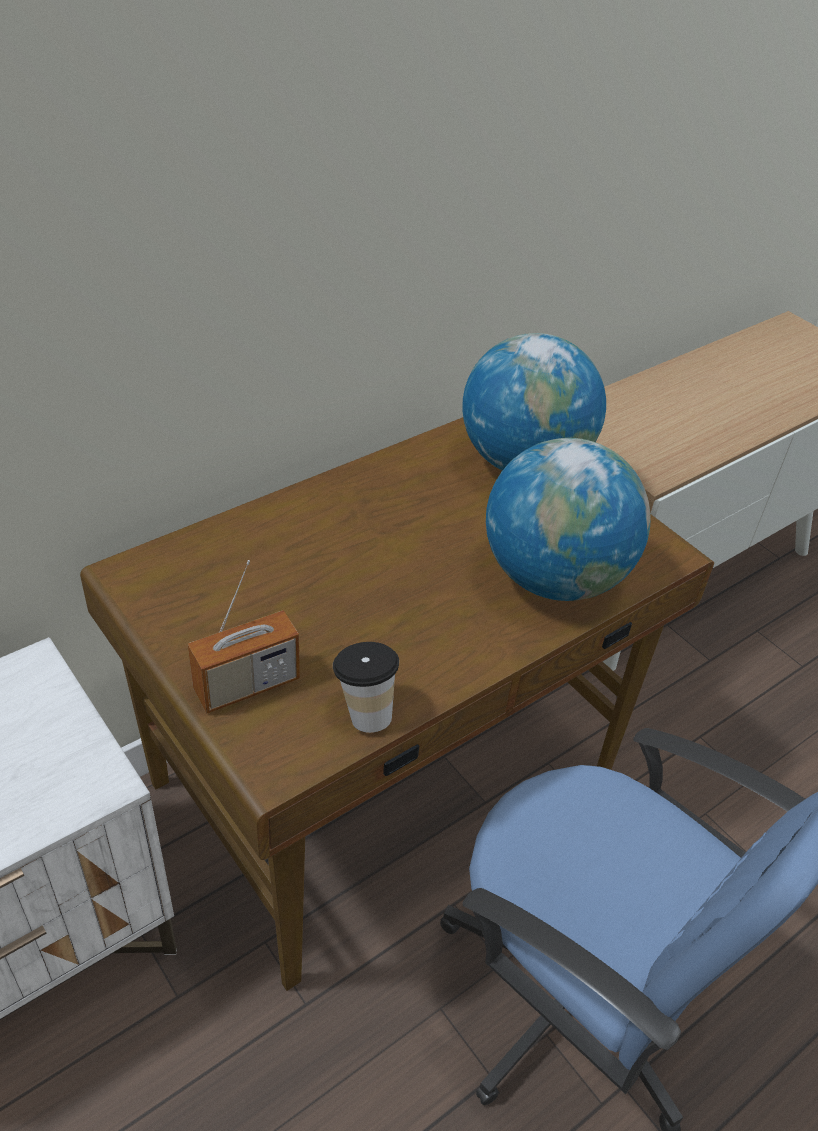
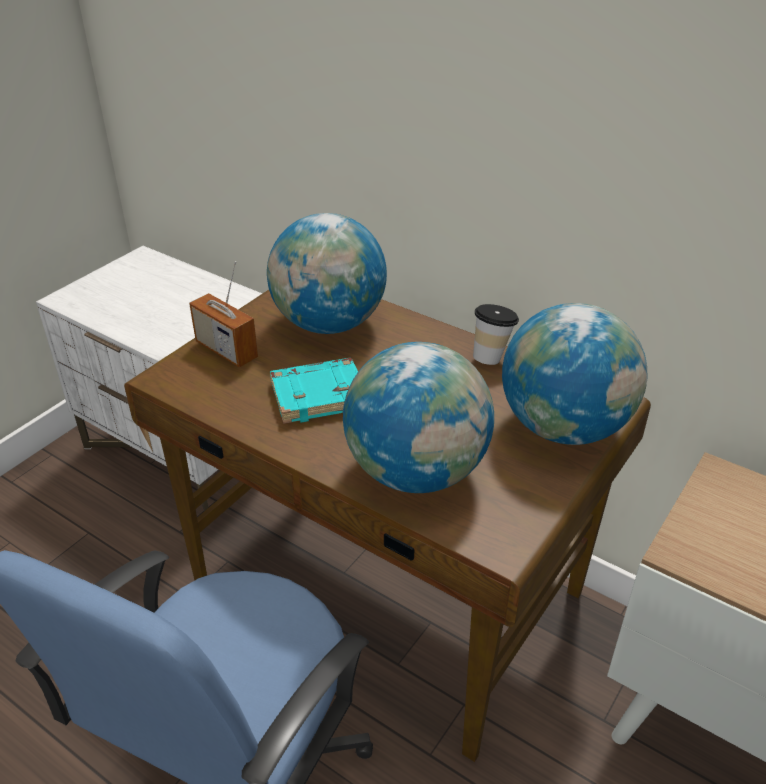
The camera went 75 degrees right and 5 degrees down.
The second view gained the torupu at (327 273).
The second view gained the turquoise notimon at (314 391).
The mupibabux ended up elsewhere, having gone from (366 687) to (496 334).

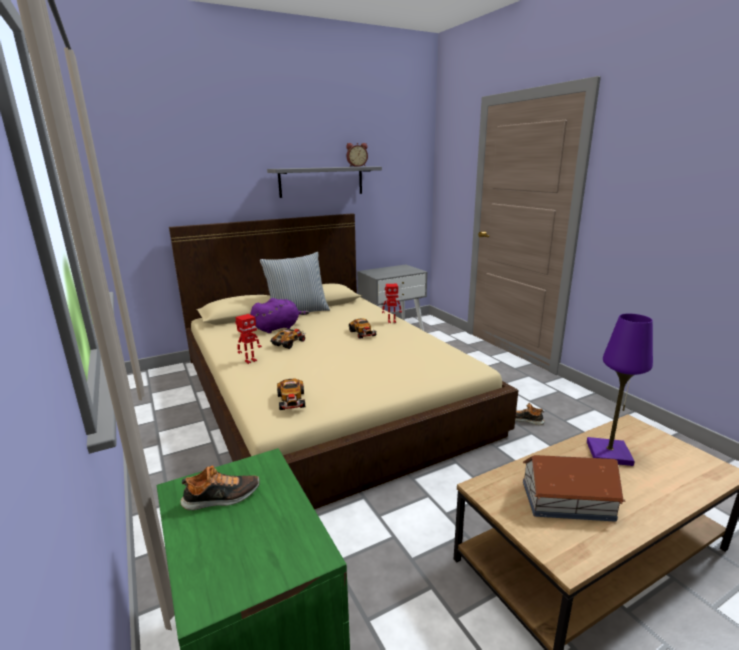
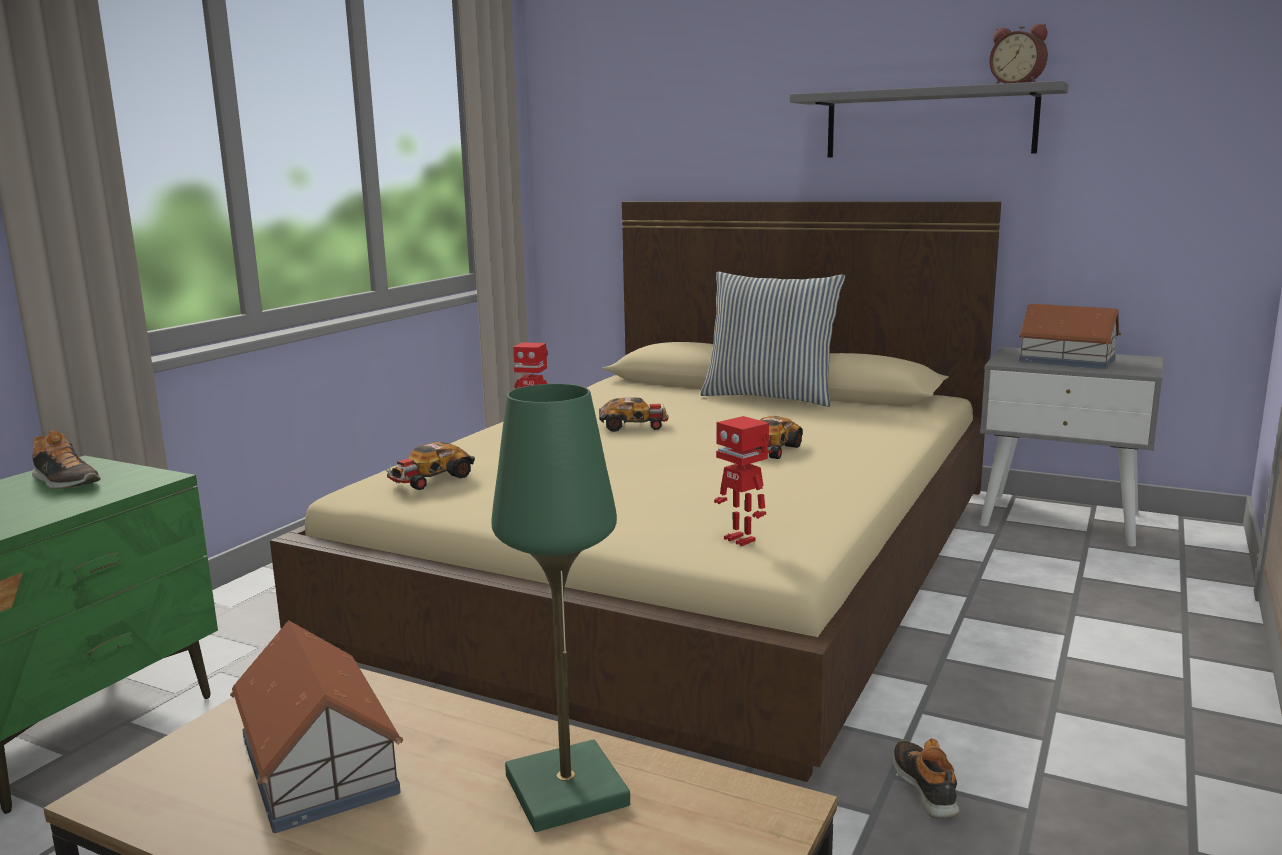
The camera went 55 degrees right and 5 degrees down.
The second view lost the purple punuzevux at (279 315).
The second view gained the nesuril at (1070 336).
The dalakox ended up elsewhere, having gone from (392 303) to (741 481).
What was the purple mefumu at (620 390) turned into the green mefumu at (560 608).

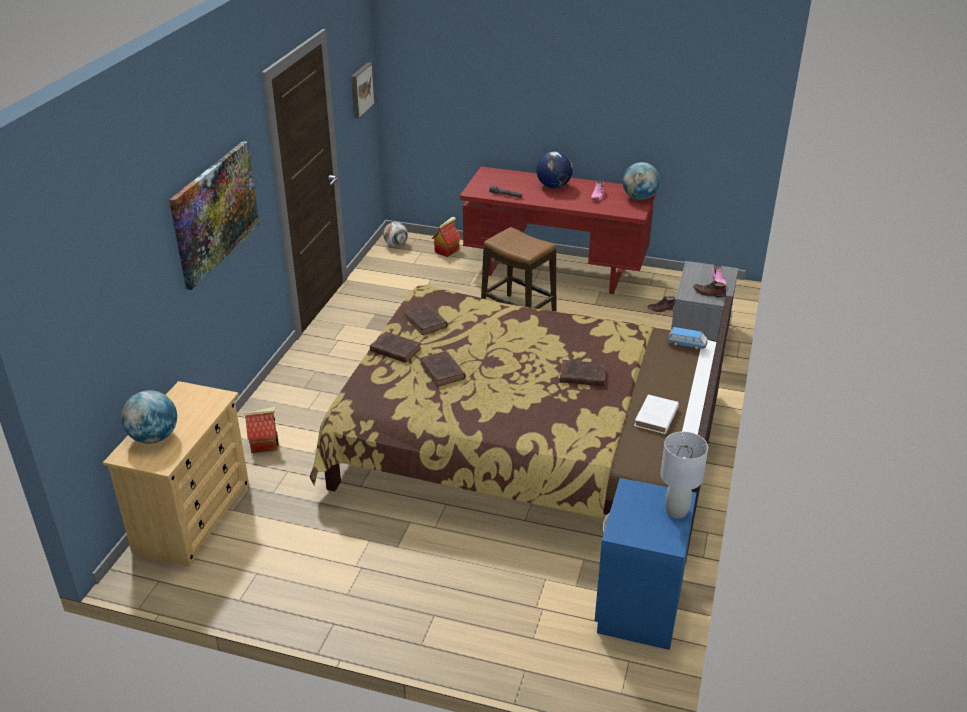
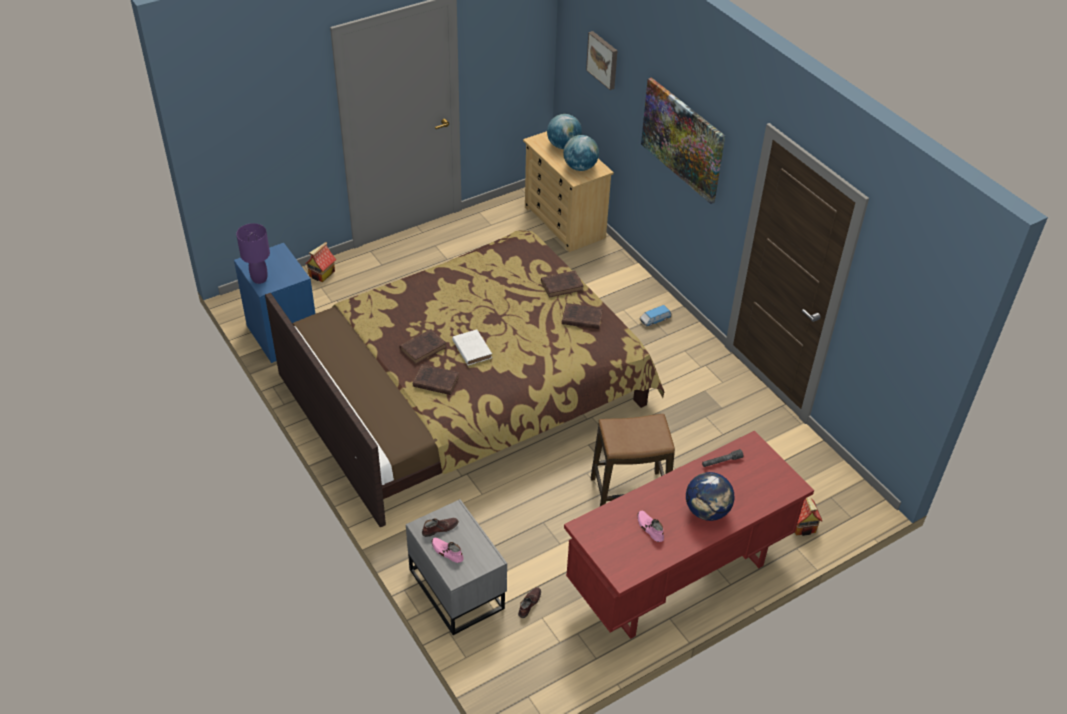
The camera went 130 degrees right and 10 degrees up.
The second view lost the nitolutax at (395 234).
The nesuril ended up elsewhere, having gone from (260 430) to (320 262).
The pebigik ended up elsewhere, having gone from (363 90) to (601 60).
The brown notimon ended up elsewhere, having gone from (443 369) to (436 379).
The torupu ended up elsewhere, having gone from (641 181) to (581 153).
The white notimon ended up elsewhere, having gone from (656 414) to (472 347).
The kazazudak ended up elsewhere, having gone from (687 338) to (655 315).
What was the grey mefumu at (684 475) turned into the purple mefumu at (253 253).

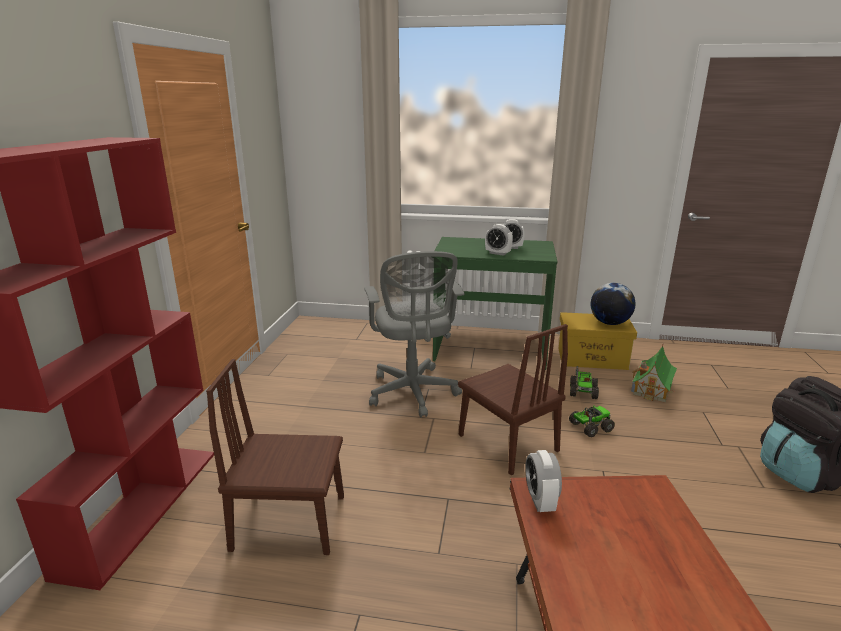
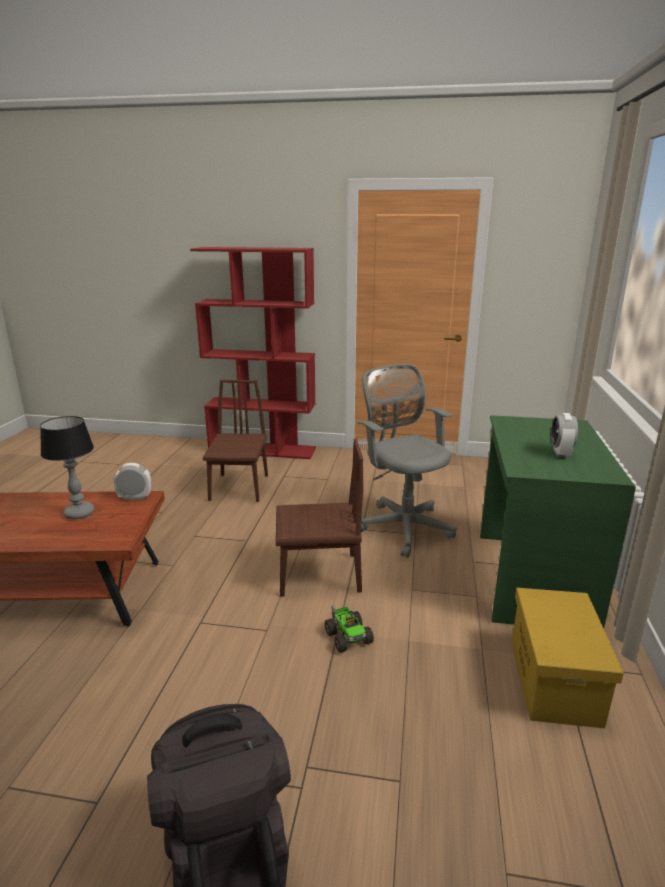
The camera went 90 degrees right and 0 degrees up.
The second view lost the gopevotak at (499 240).
The second view lost the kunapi at (584 382).
The second view lost the torupu at (613 304).
The second view lost the nesuril at (654 374).
The second view gained the mefumu at (67 467).
The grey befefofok at (414 334) ended up facing another way, 75 degrees clockwise from before.
The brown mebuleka at (513 399) ended up facing another way, 150 degrees counterclockwise from before.

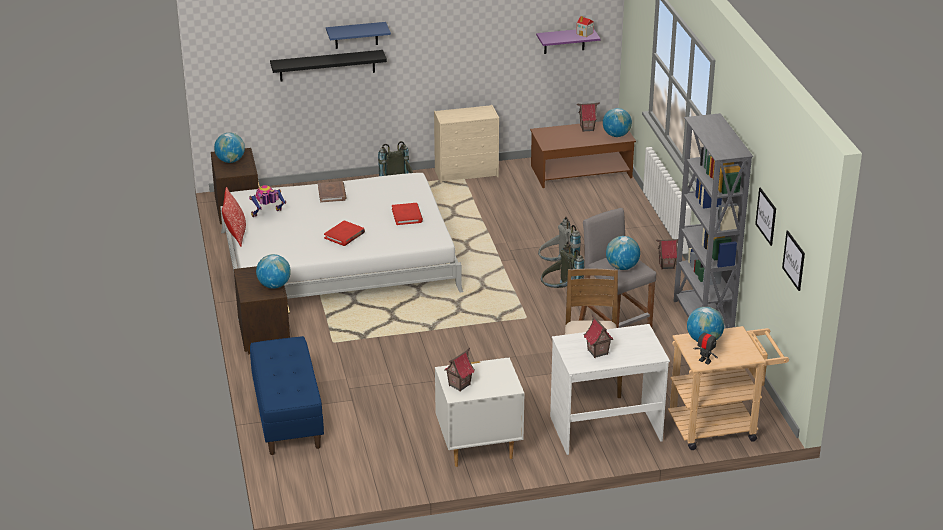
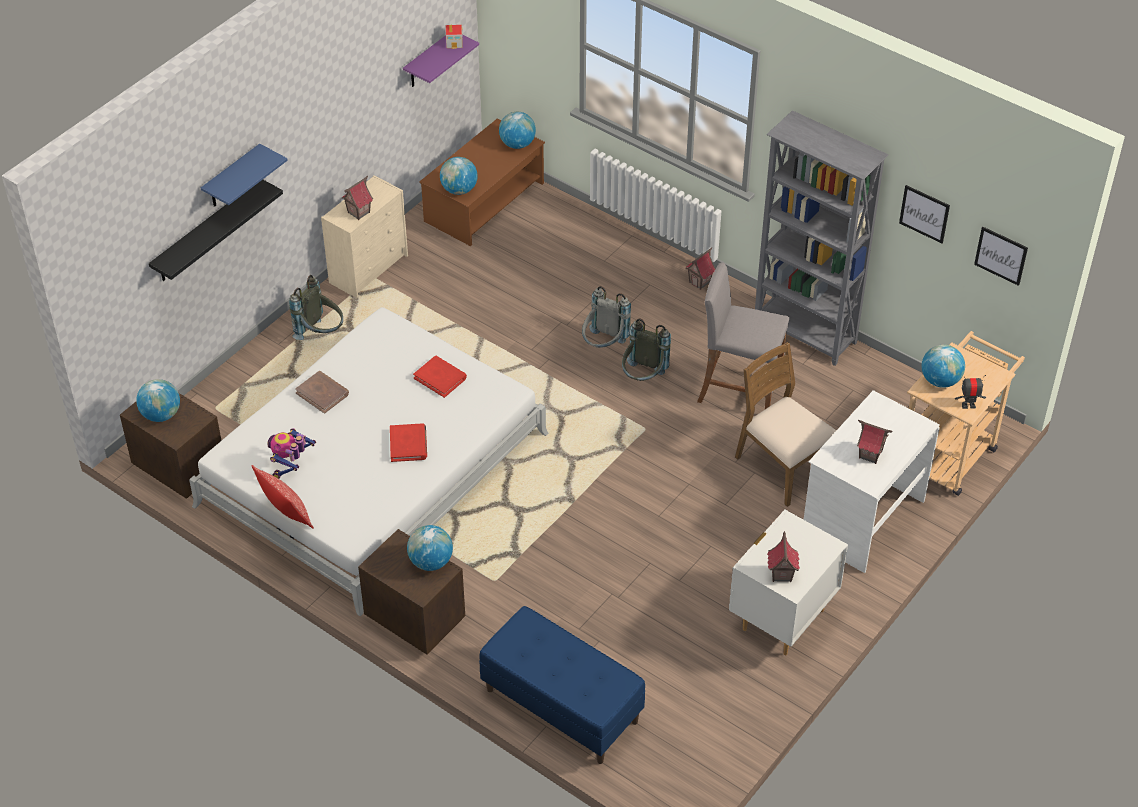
The camera went 40 degrees left and 15 degrees up.
The nesuril ended up elsewhere, having gone from (588 117) to (358 198).
The torupu ended up elsewhere, having gone from (623 253) to (459 176).

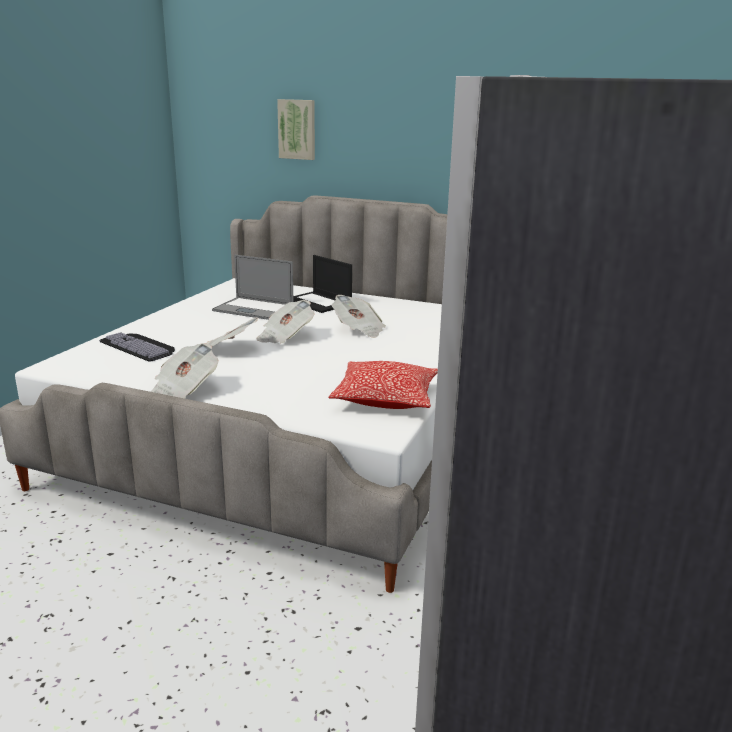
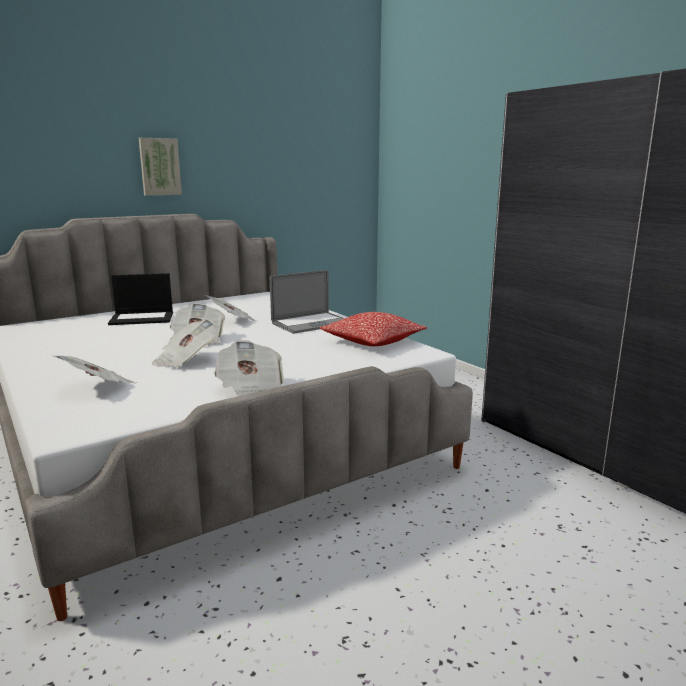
The camera went 55 degrees left and 5 degrees down.
The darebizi ended up elsewhere, having gone from (253 287) to (307 302).
The pebigik ended up elsewhere, having gone from (296 129) to (160 167).
Where the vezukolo stood at (137 346), the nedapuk came to stand at (94 369).

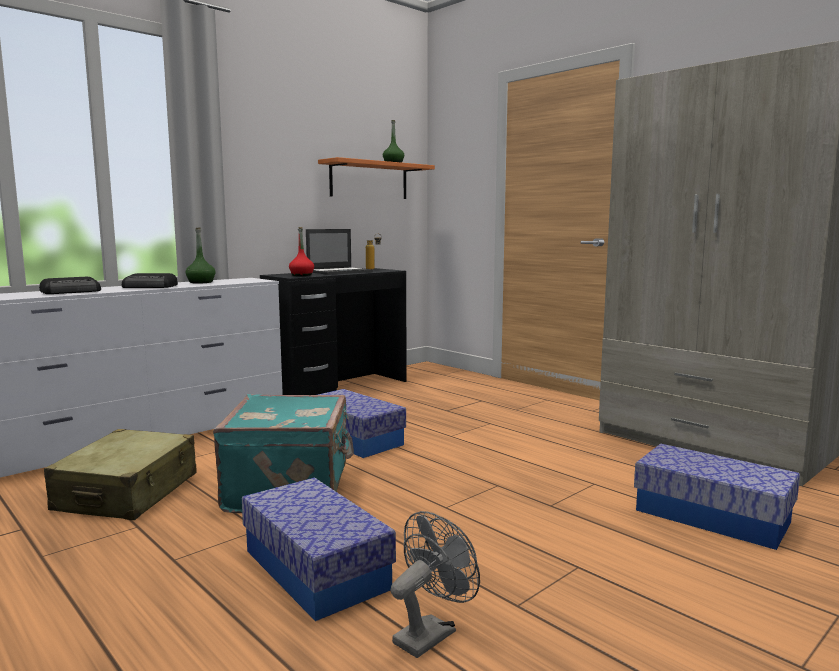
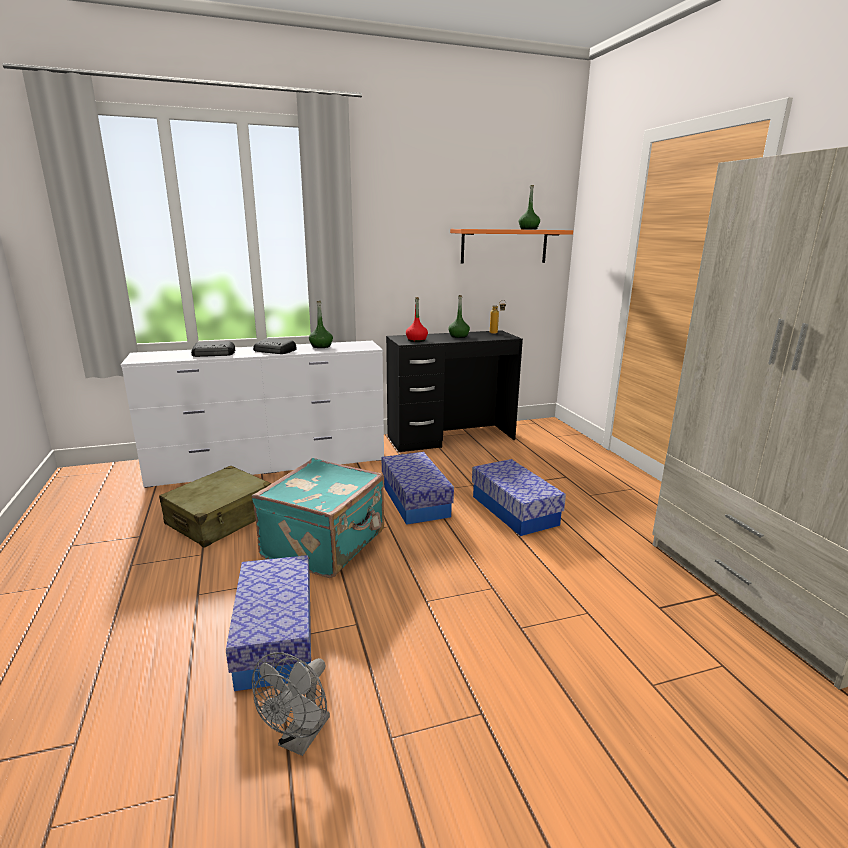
The camera went 25 degrees right and 10 degrees up.
The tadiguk ended up elsewhere, having gone from (717 497) to (519 497).
Where the darebizi stood at (339 252), the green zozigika came to stand at (459 316).
The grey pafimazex at (435 584) ended up facing another way, 135 degrees clockwise from before.

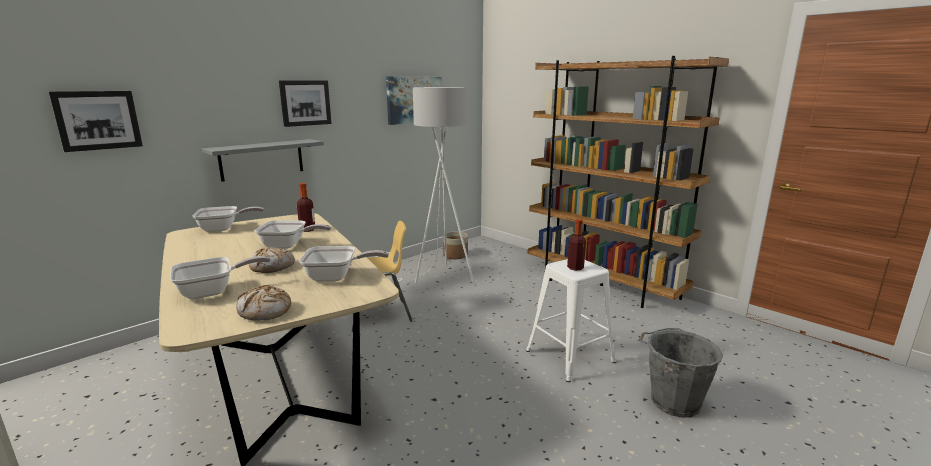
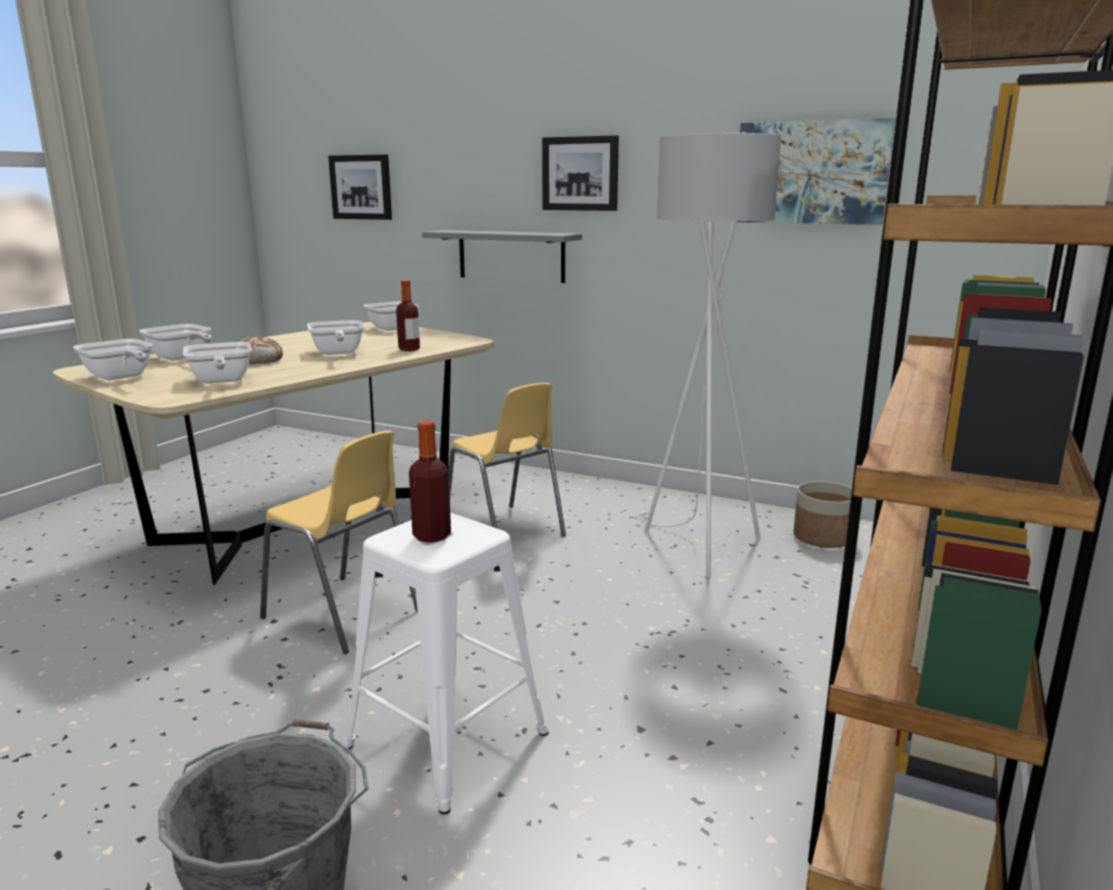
The camera went 70 degrees right and 0 degrees up.
The second view gained the yellow mebuleka at (339 542).
Where the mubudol stood at (263 303), the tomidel came to stand at (113 359).

